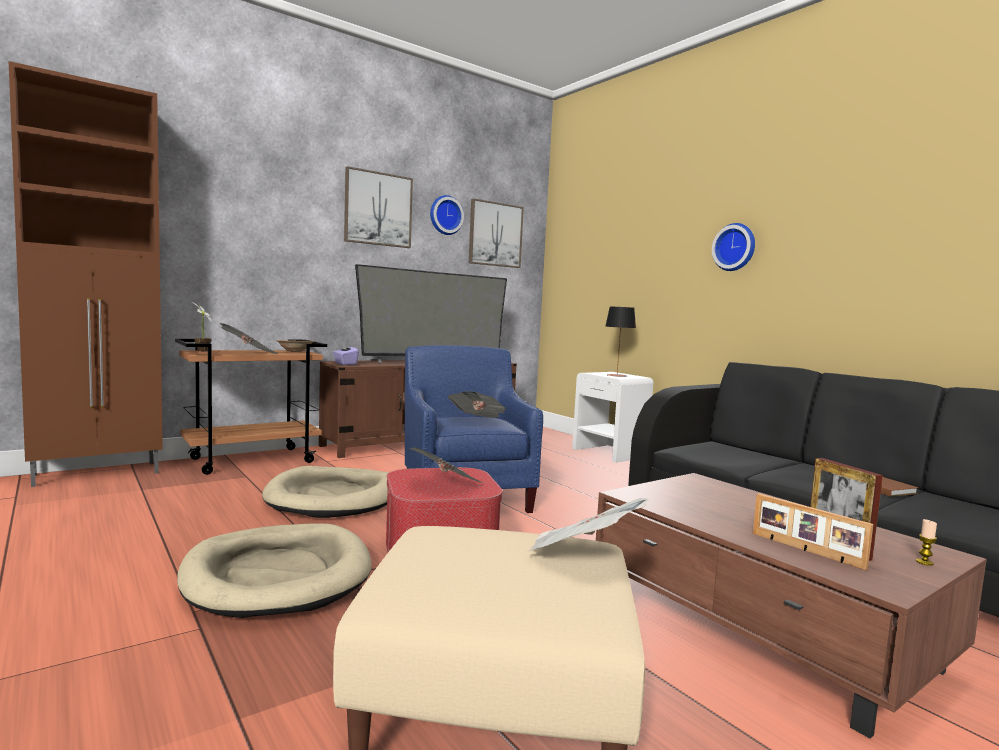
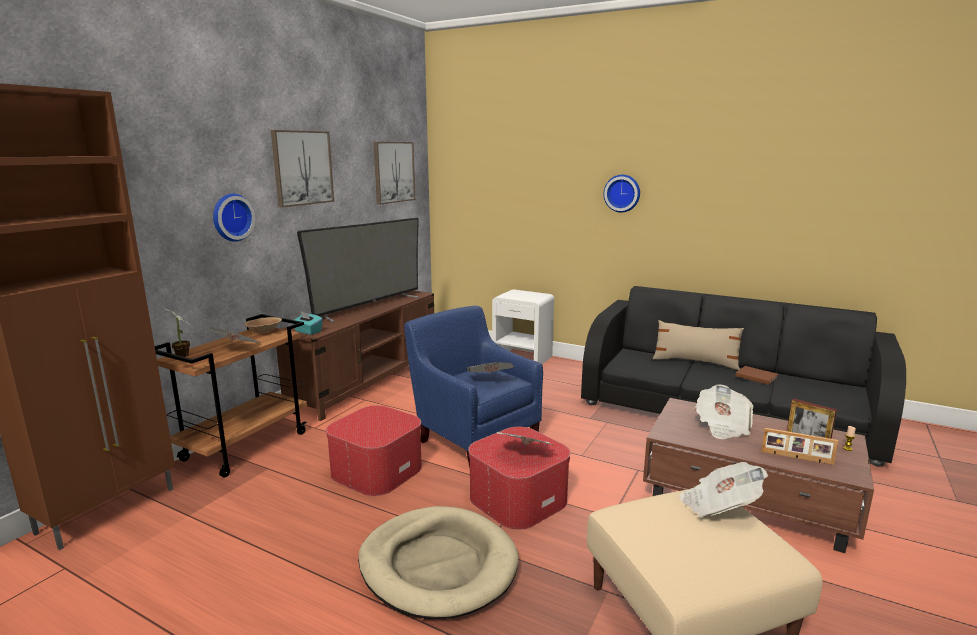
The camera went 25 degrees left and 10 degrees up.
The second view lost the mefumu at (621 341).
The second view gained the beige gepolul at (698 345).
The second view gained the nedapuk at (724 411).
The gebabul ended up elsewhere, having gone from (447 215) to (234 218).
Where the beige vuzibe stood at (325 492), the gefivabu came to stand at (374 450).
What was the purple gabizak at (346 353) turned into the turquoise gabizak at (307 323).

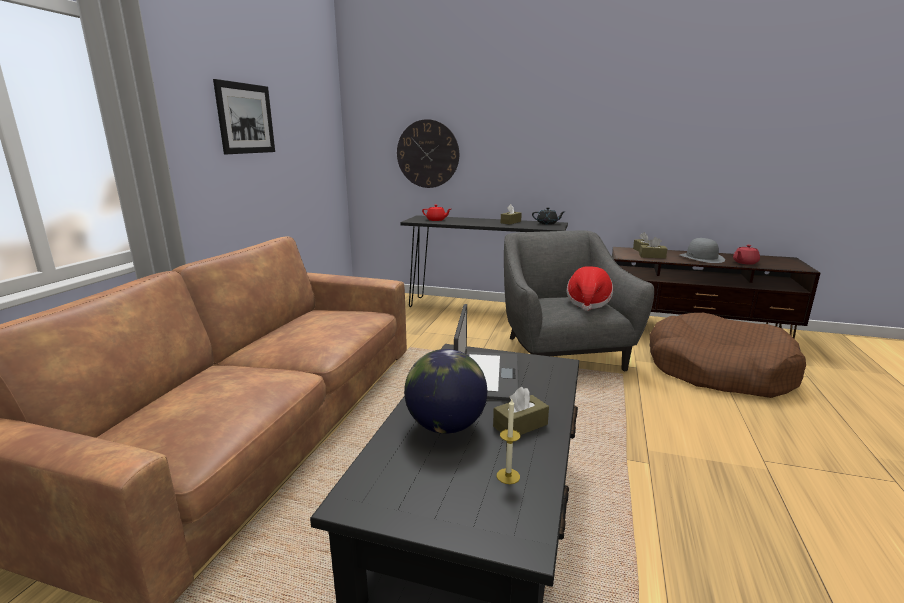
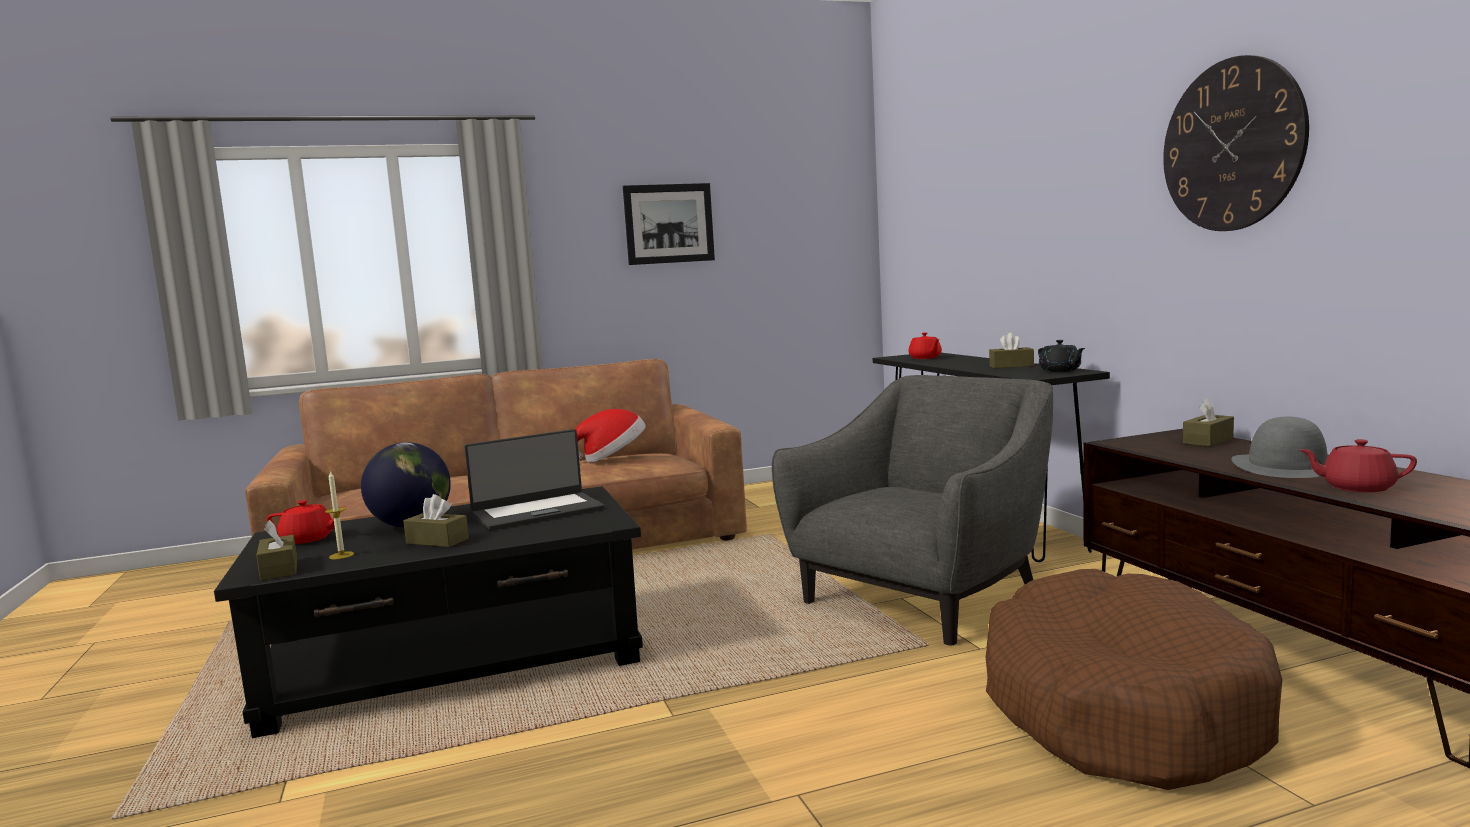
The camera went 55 degrees right and 10 degrees down.
The second view gained the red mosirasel at (303 522).
The gebabul ended up elsewhere, having gone from (428 153) to (1236 143).
The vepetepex ended up elsewhere, having gone from (590 288) to (610 435).
The brown gabizak ended up elsewhere, having gone from (653 248) to (276 550).

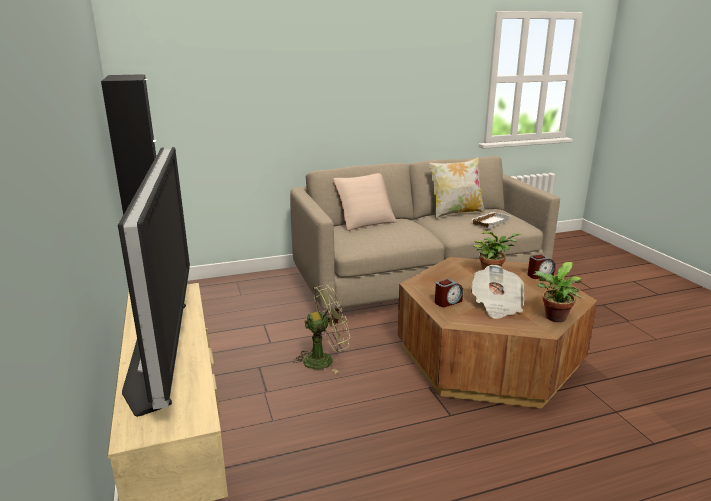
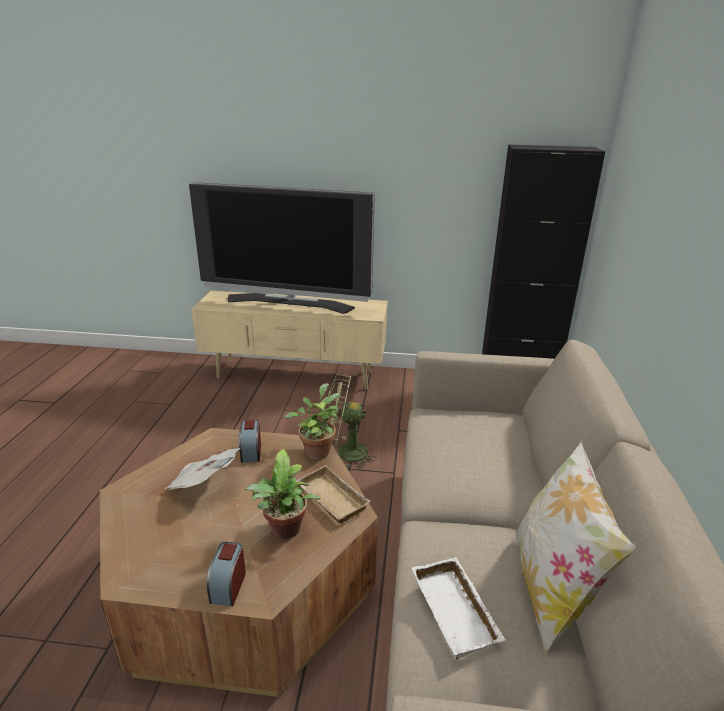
The camera went 115 degrees right and 5 degrees up.
The second view lost the beige gepolul at (365 202).
The second view gained the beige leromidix at (333 494).
The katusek ended up elsewhere, having gone from (557 292) to (313 421).
The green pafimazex at (321 329) ended up facing another way, 90 degrees clockwise from before.

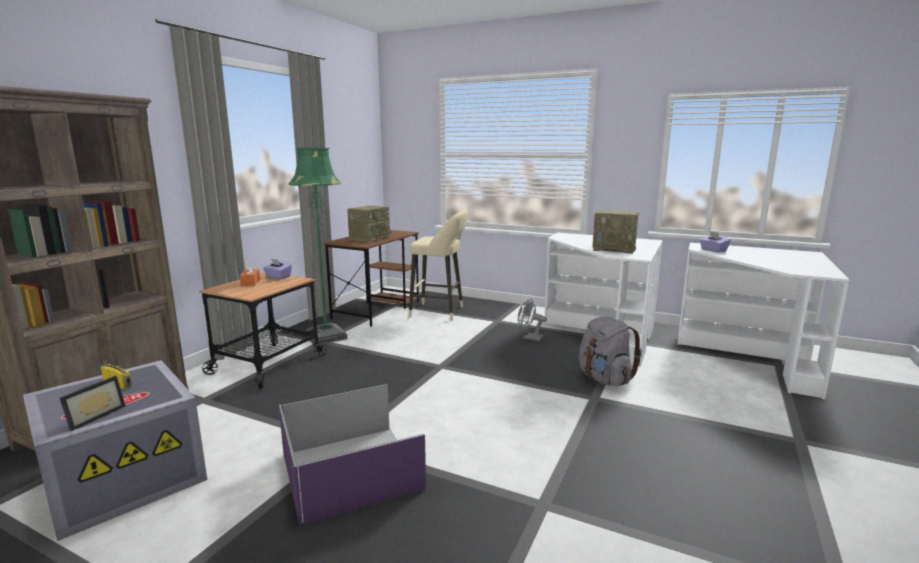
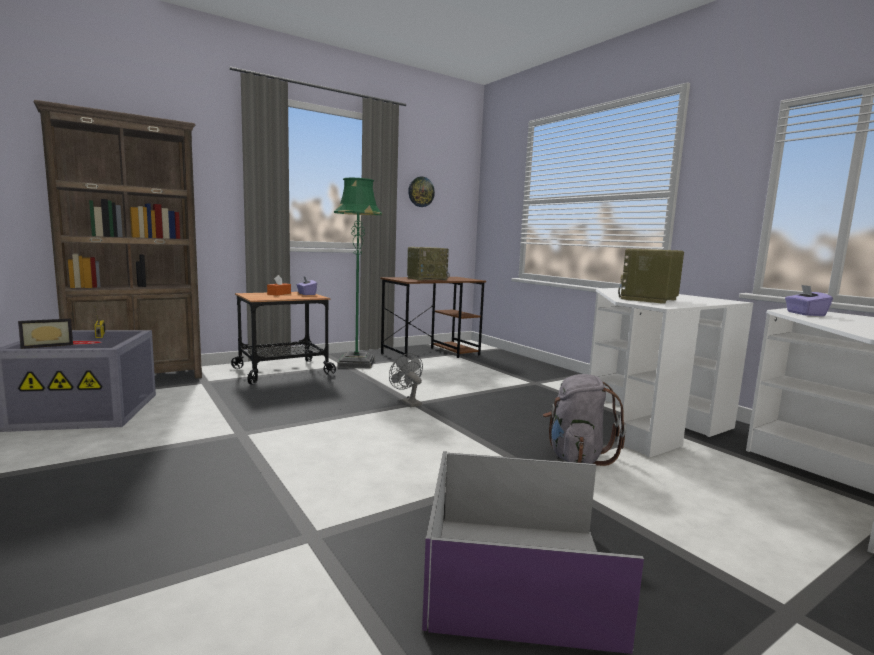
The camera went 30 degrees right and 5 degrees down.
The second view lost the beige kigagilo at (438 265).
The second view gained the gebabul at (421 191).
The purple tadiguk ended up elsewhere, having gone from (352 454) to (533 552).
The grey pafimazex ended up elsewhere, having gone from (532 320) to (406 380).
The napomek at (616 231) ended up facing another way, 75 degrees clockwise from before.

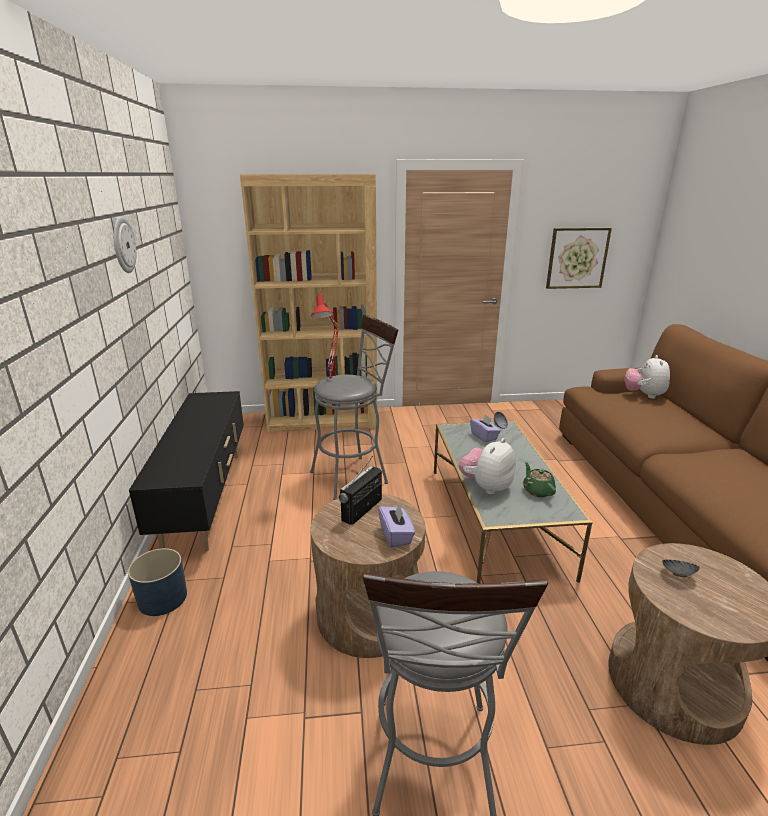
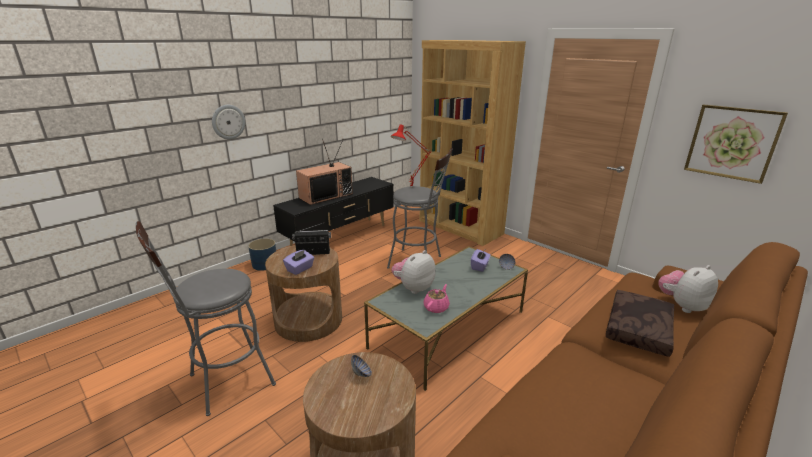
The camera went 50 degrees right and 0 degrees up.
The second view gained the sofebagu at (324 172).
The second view gained the brown gepolul at (640 323).
The gebabul ended up elsewhere, having gone from (125 245) to (229 122).
What was the green mosirasel at (539 479) turned into the pink mosirasel at (437 298).
The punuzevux at (487 466) ended up facing another way, 45 degrees counterclockwise from before.

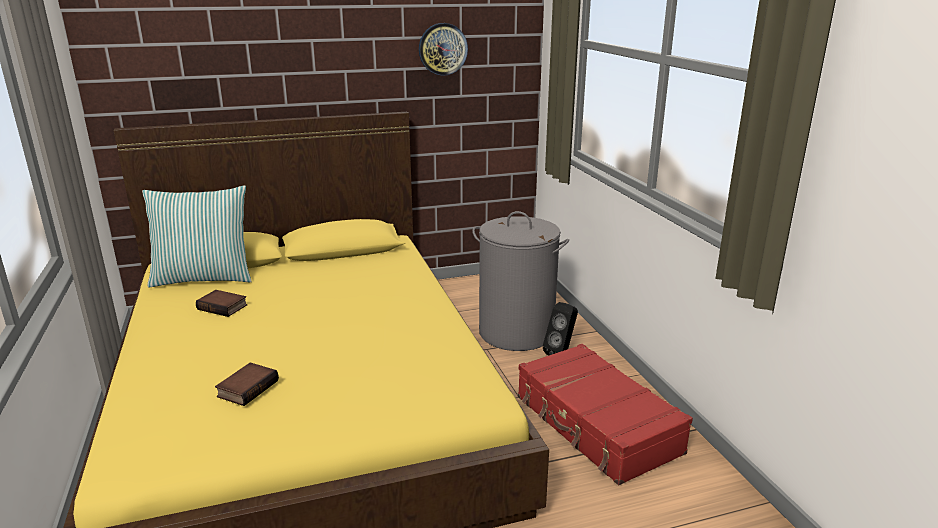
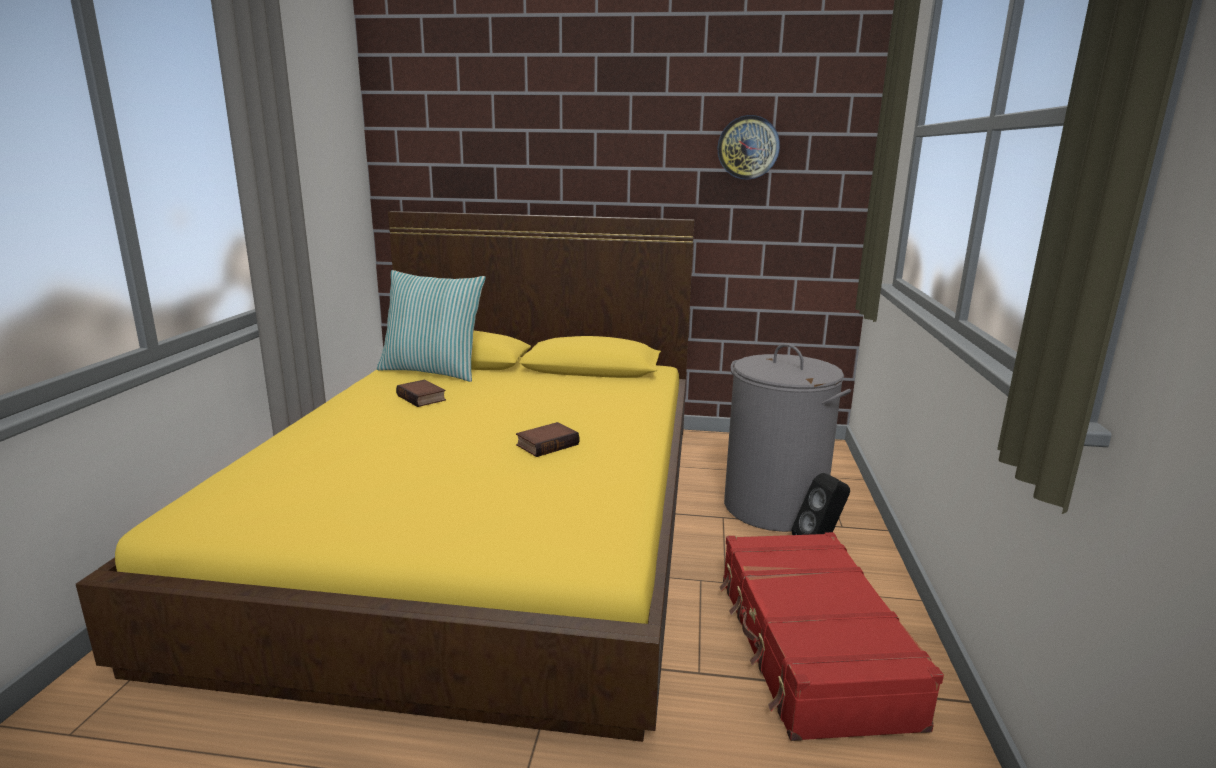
The camera went 25 degrees right and 5 degrees down.
The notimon ended up elsewhere, having gone from (247 384) to (547 439).

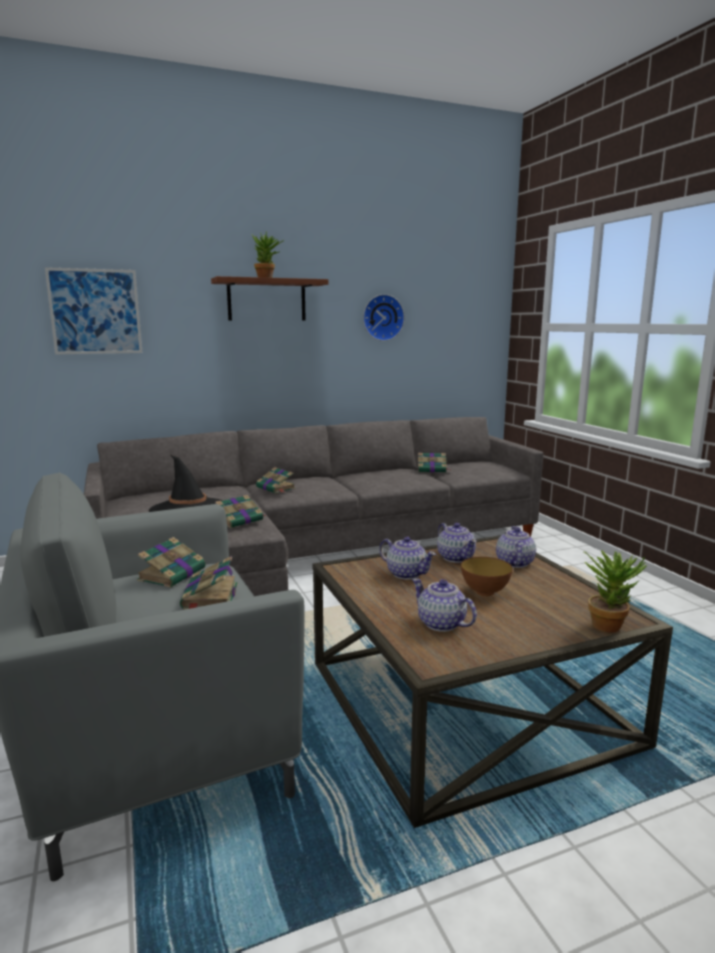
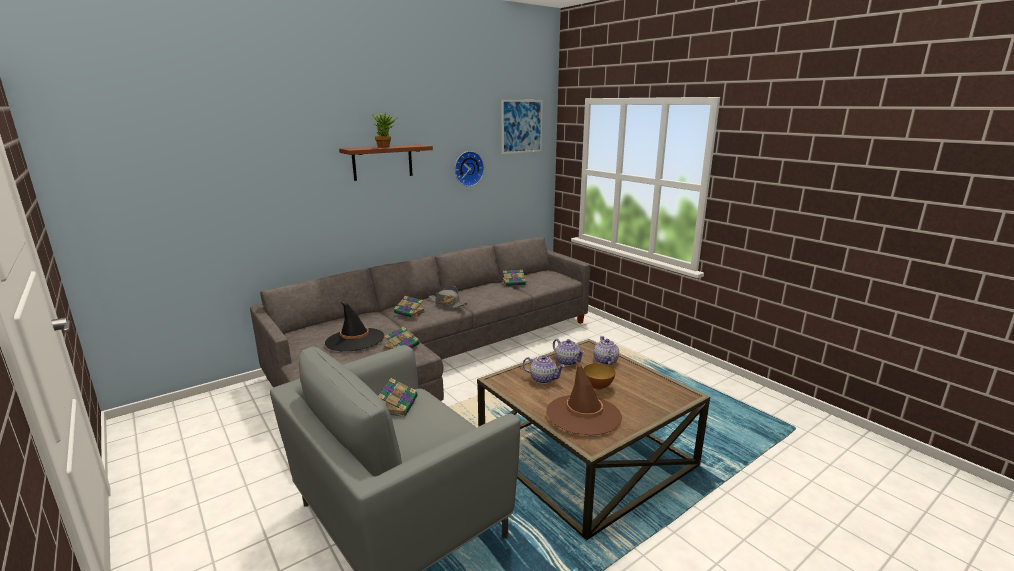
The camera went 15 degrees left and 5 degrees up.
The second view lost the notimon at (209 583).
The second view lost the katusek at (615 592).
The second view gained the grey vepetepex at (448 297).
The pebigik ended up elsewhere, having gone from (93 311) to (522 127).
Where the mosirasel stood at (444 605), the brown vepetepex came to stand at (584 398).

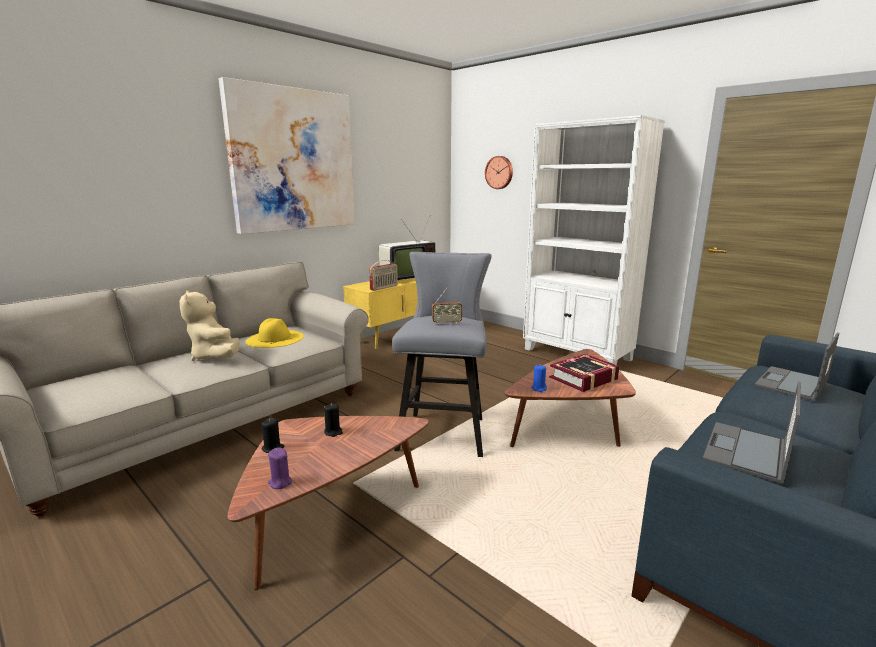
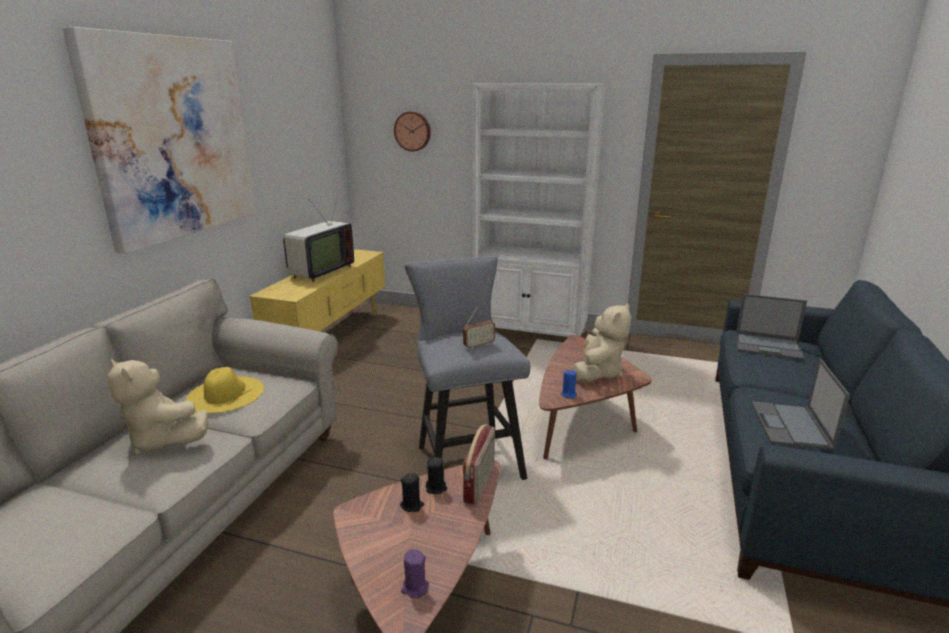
The camera went 25 degrees left and 5 degrees up.
The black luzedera ended up elsewhere, having gone from (272 435) to (436 475).
The napomek ended up elsewhere, having gone from (383 275) to (479 464).
Where the notimon stood at (584 373), the beige punuzevux came to stand at (601 343).
The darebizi at (797 367) ended up facing another way, 90 degrees counterclockwise from before.

